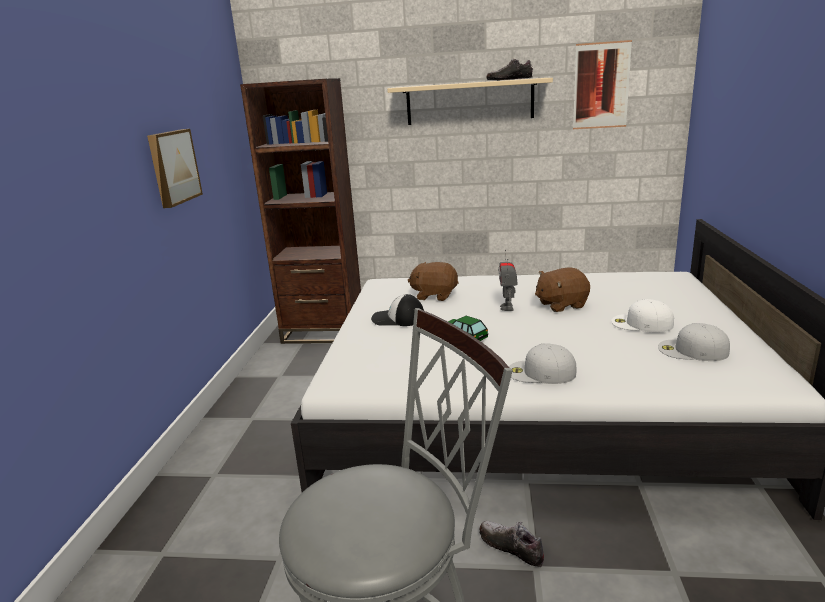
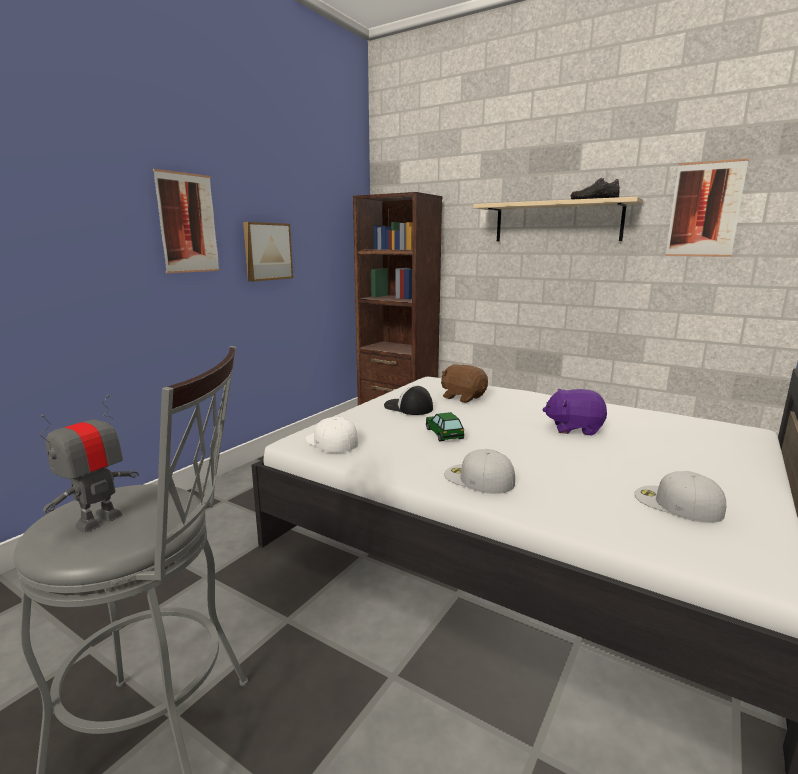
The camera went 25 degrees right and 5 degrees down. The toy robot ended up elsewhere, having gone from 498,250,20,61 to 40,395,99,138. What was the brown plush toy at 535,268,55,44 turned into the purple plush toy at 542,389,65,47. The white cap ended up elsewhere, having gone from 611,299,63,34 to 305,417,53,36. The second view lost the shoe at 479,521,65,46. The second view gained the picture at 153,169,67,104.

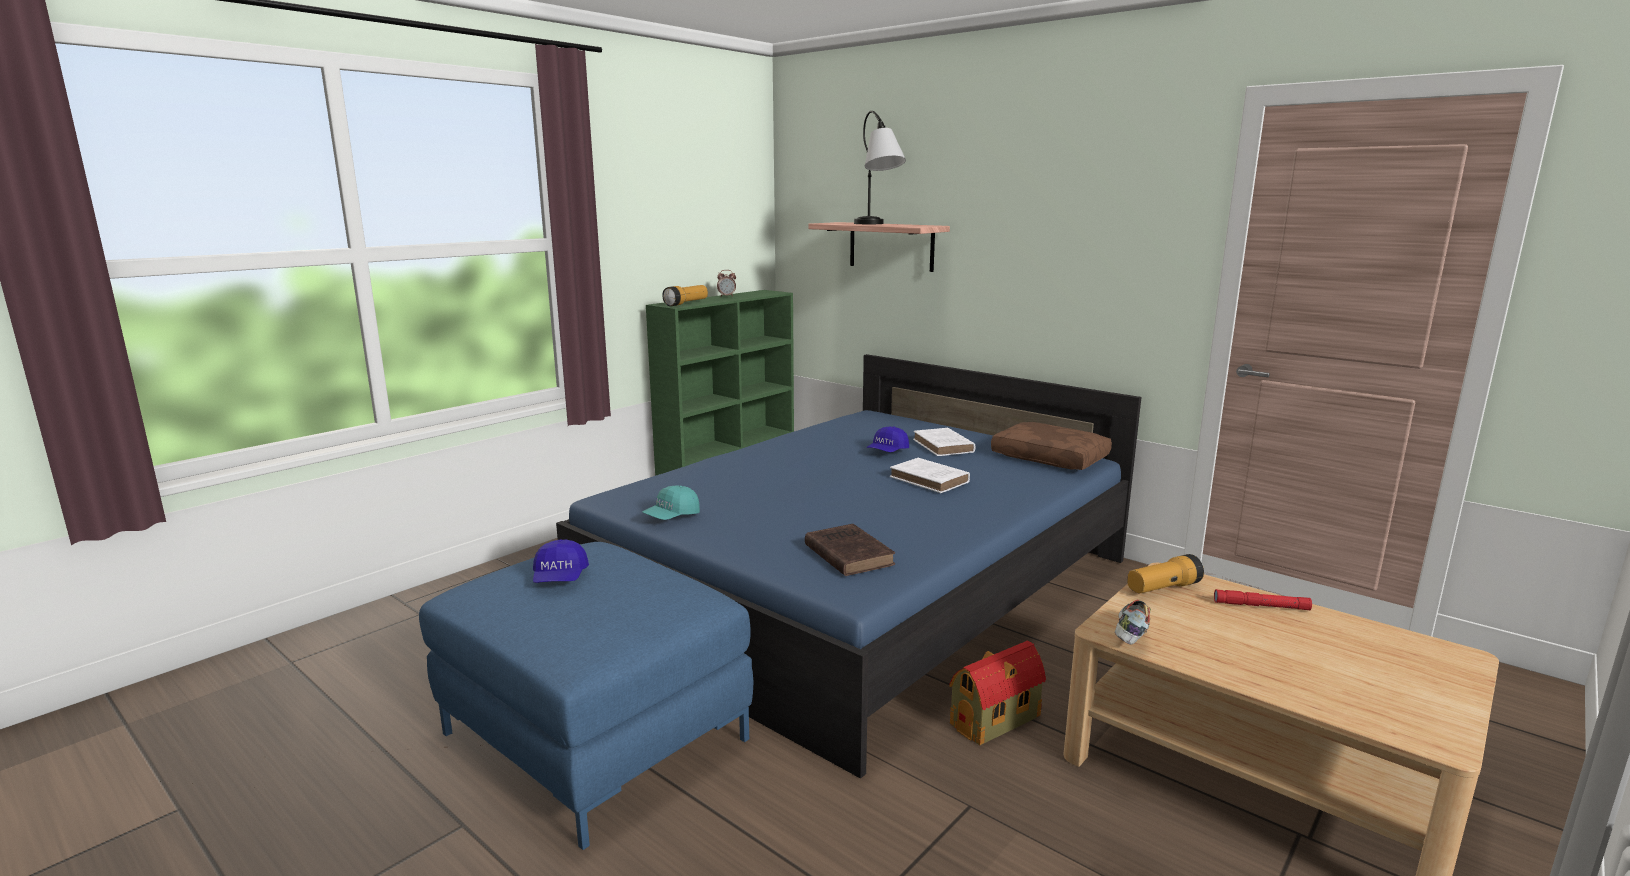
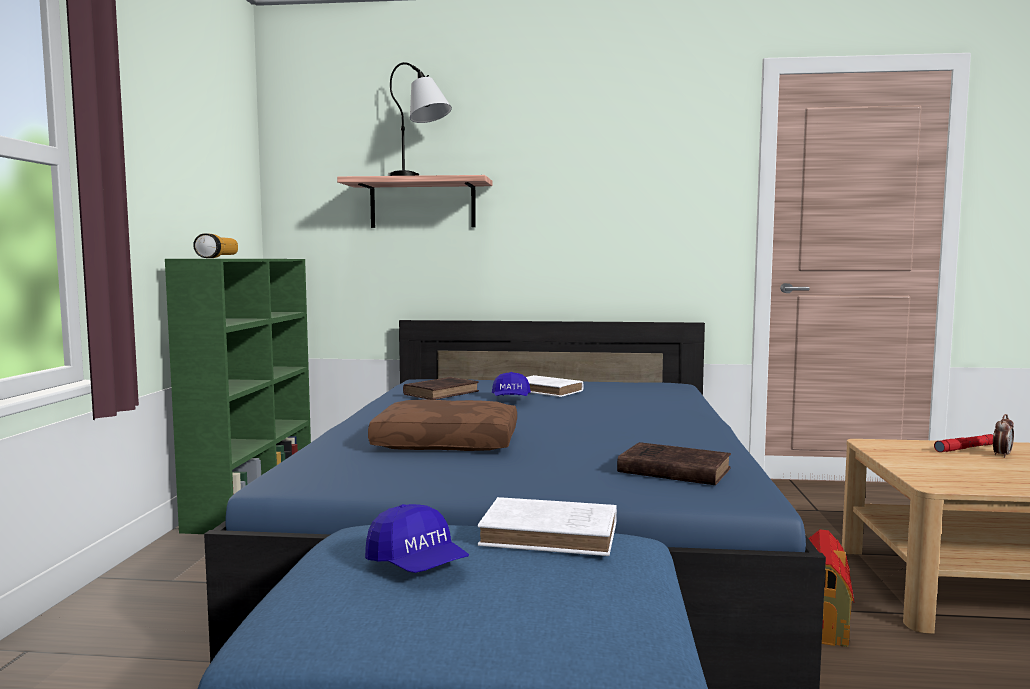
The camera went 35 degrees left and 10 degrees down. The alarm clock ended up elsewhere, having gone from 717,270,19,27 to 993,414,21,44. The brown pillow ended up elsewhere, having gone from 991,422,121,48 to 368,399,149,52. The white book ended up elsewhere, having gone from 890,458,80,35 to 478,497,139,59. The second view lost the turquoise cap at 642,486,58,34. The second view lost the flashlight at 1127,554,77,39. The second view lost the shoe at 1115,599,36,46. The second view gained the brown book at 403,377,76,23.

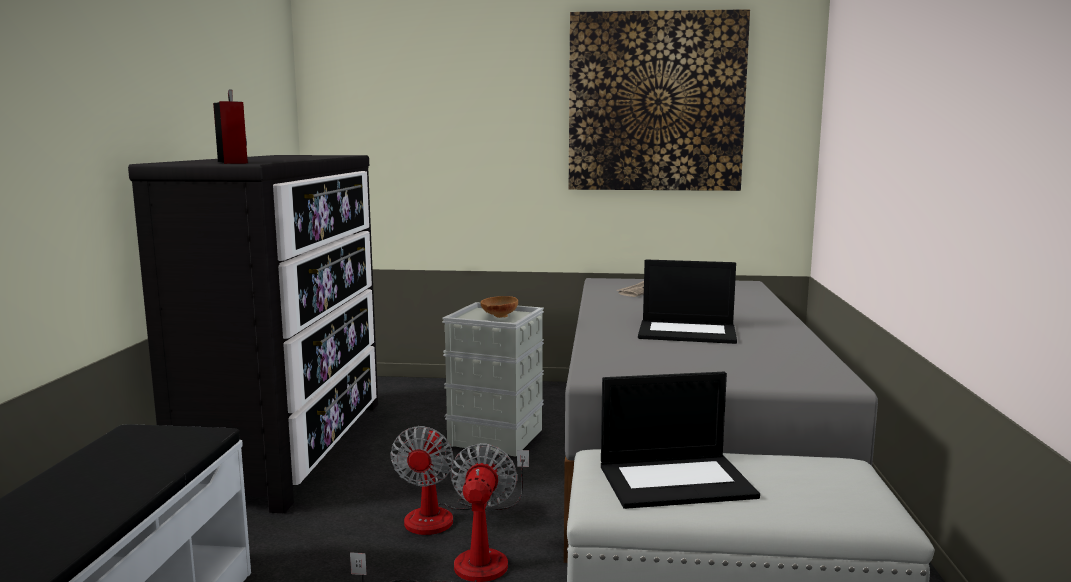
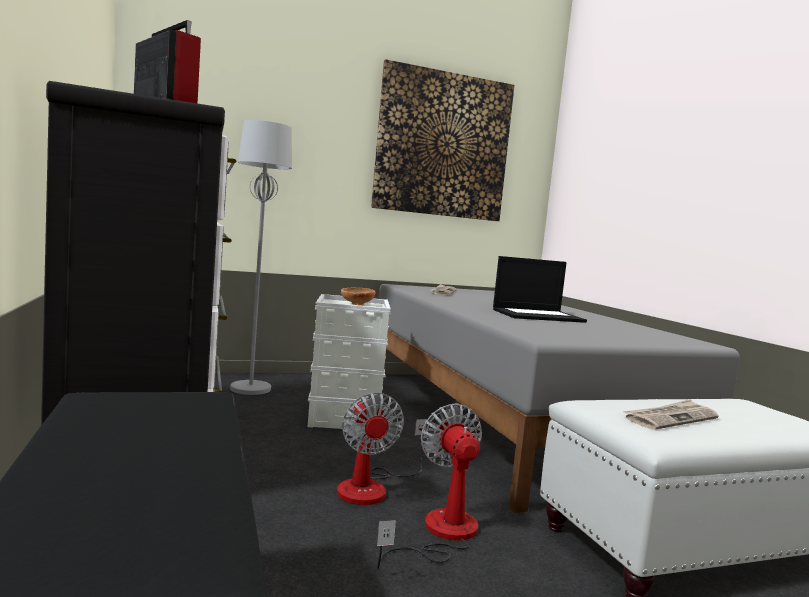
The camera went 25 degrees left and 5 degrees down. Where the laptop stood at 601,372,159,137, the newspaper came to stand at 624,399,94,31. The second view gained the grey floor lamp at 230,120,62,275.

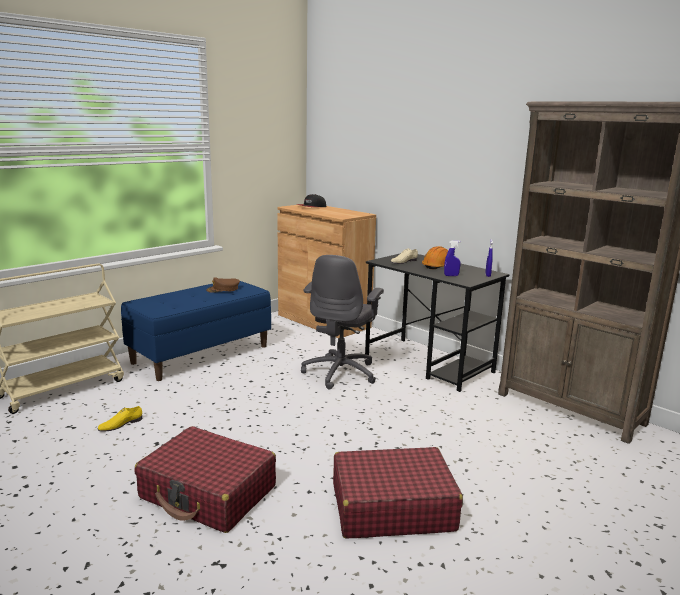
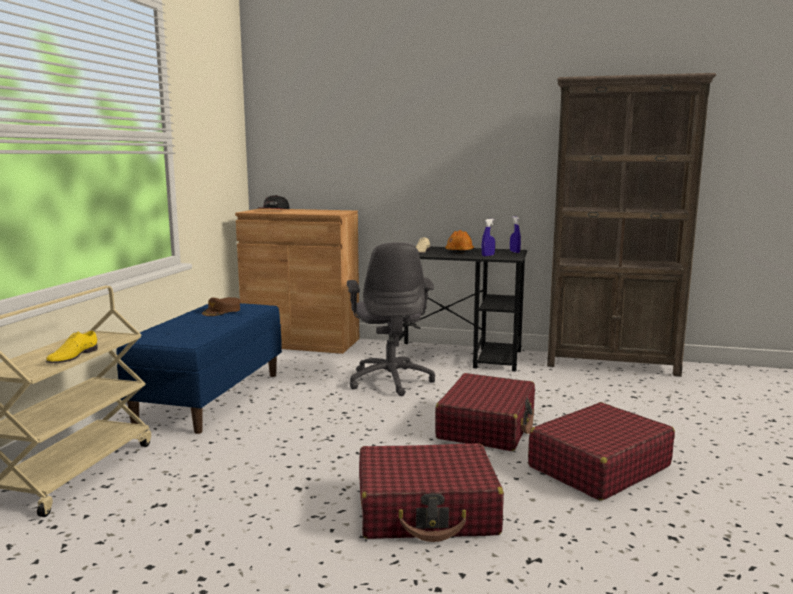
The camera went 30 degrees left and 5 degrees down. The yellow shoe ended up elsewhere, having gone from 98,406,44,26 to 46,331,52,32. The second view gained the red suitcase at 435,373,100,78.

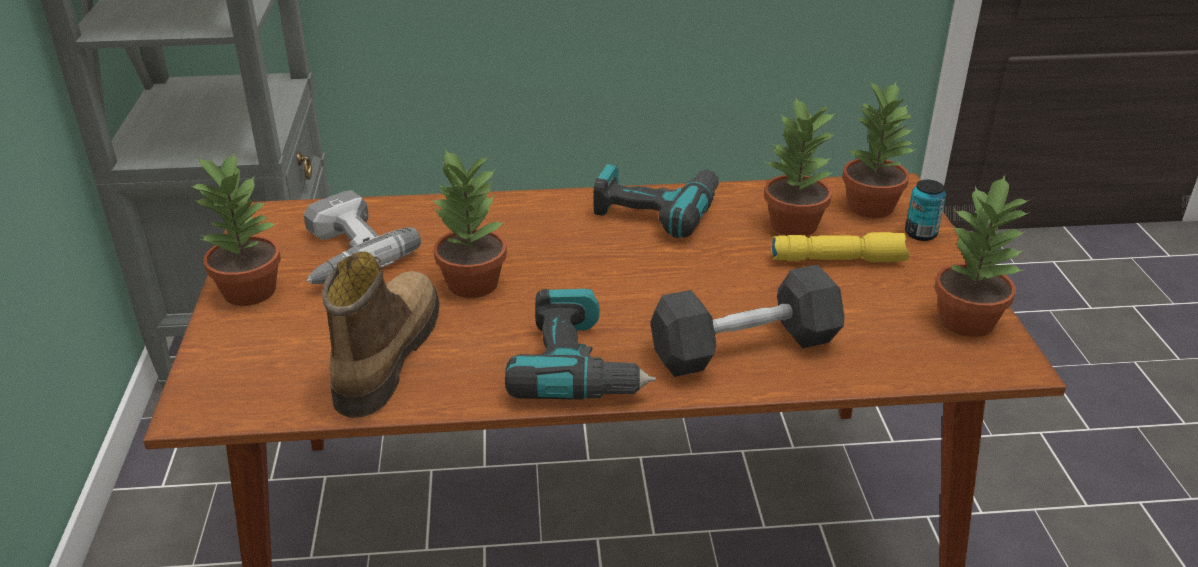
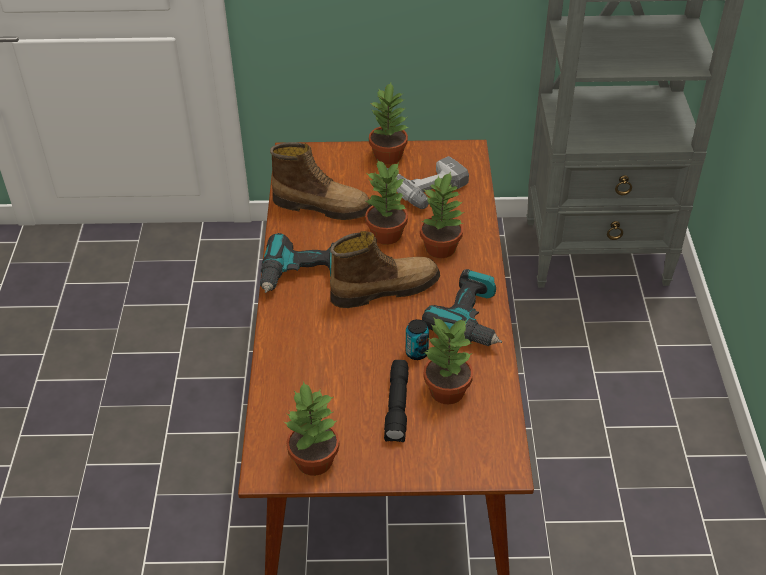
The camera went 95 degrees right and 10 degrees up. The potted plant ended up elsewhere, having gone from 842,81,75,137 to 420,171,44,87. The can ended up elsewhere, having gone from 905,180,41,61 to 406,319,23,41. What was the yellow flashlight at 771,232,139,30 turned into the black flashlight at 384,360,25,82. The second view lost the grey dumbbell at 650,264,194,113. The second view gained the boot at 330,231,110,77.

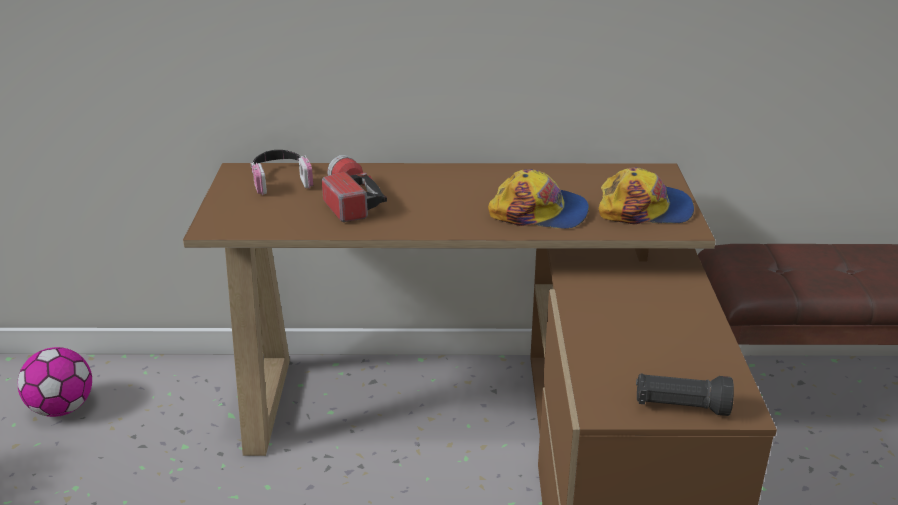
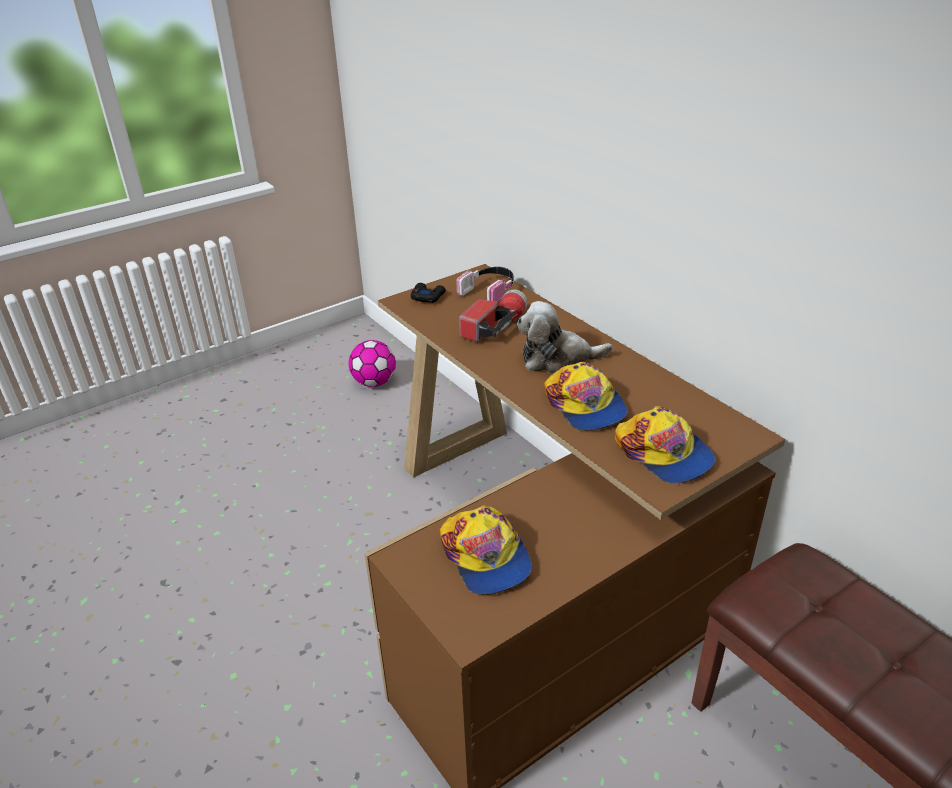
The camera went 55 degrees right and 5 degrees up. The second view lost the black flashlight at 636,373,98,43. The second view gained the black game controller at 411,283,35,20. The second view gained the plush toy at 517,301,96,72. The second view gained the cap at 440,505,92,90.

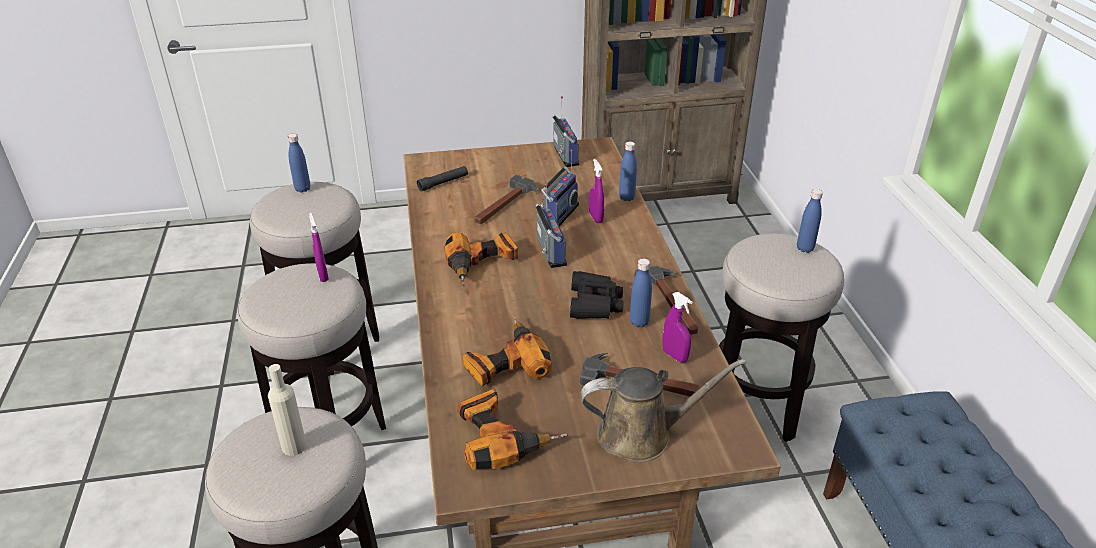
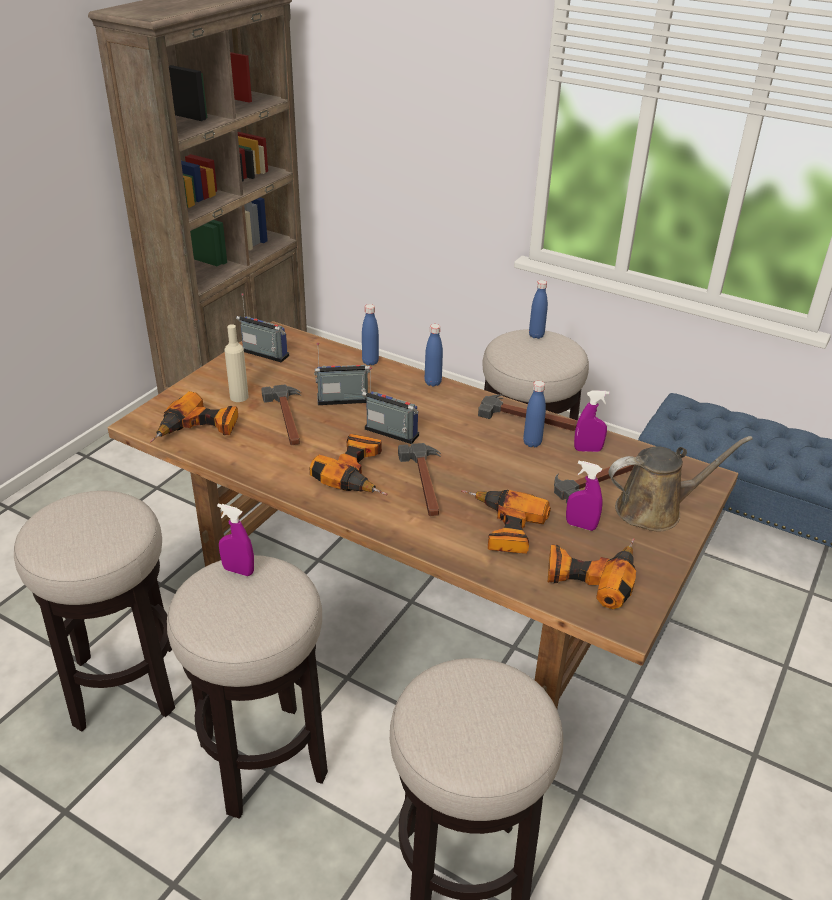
The camera went 50 degrees left and 0 degrees up. The blue bottle ended up elsewhere, having gone from 288,133,22,59 to 425,324,18,63. The radio at 540,149,39,77 ended up facing another way, 75 degrees counterclockwise from before. The purple spray bottle ended up elsewhere, having gone from 589,159,15,64 to 566,461,37,70. Where the black flashlight stood at 417,166,51,25, the power drill came to stand at 150,391,88,52. The second view lost the black binoculars at 570,271,53,48. The brown watering can at 581,359,165,104 ended up facing another way, 45 degrees clockwise from before. The beige bottle ended up elsewhere, having gone from 268,364,39,92 to 224,324,25,78. The second view gained the hammer at 398,443,43,73.

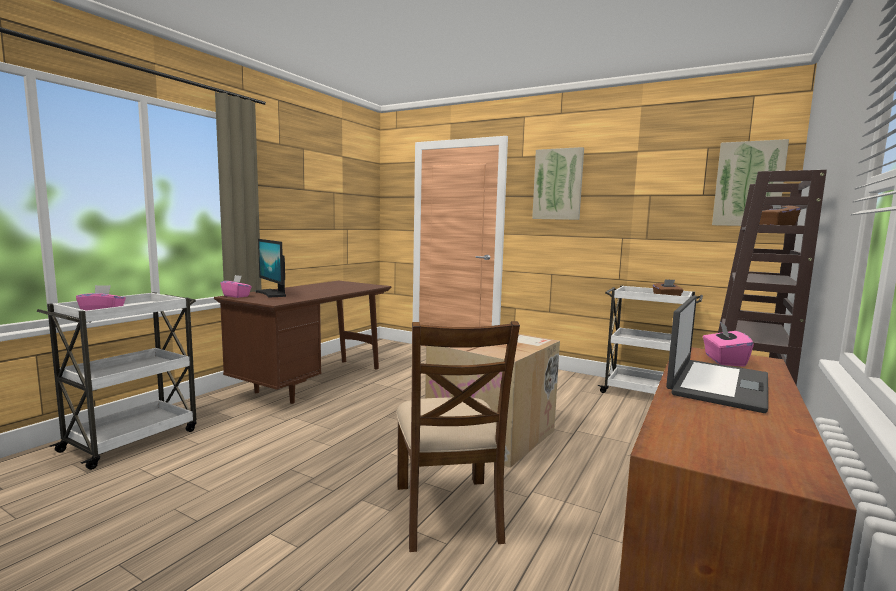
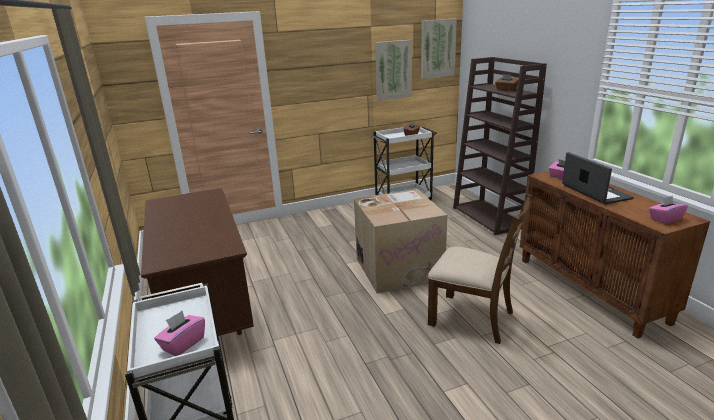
The camera went 50 degrees left and 15 degrees up. The picture ended up elsewhere, having gone from 532,147,52,73 to 375,40,37,61. The second view lost the monitor at 256,239,30,59. The pink tissue box ended up elsewhere, having gone from 220,275,32,23 to 649,196,39,28.

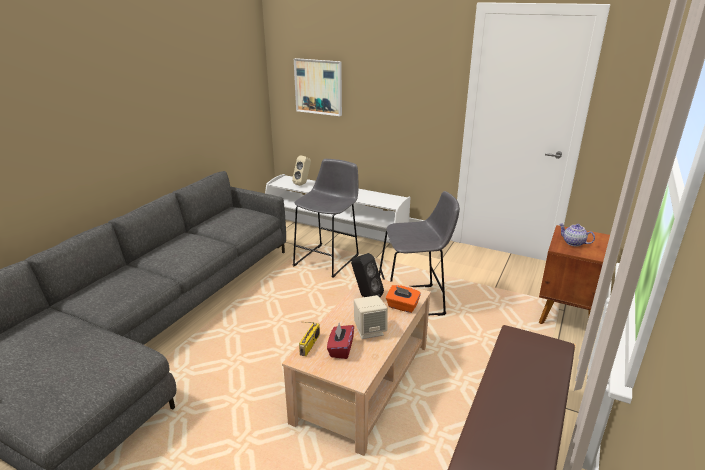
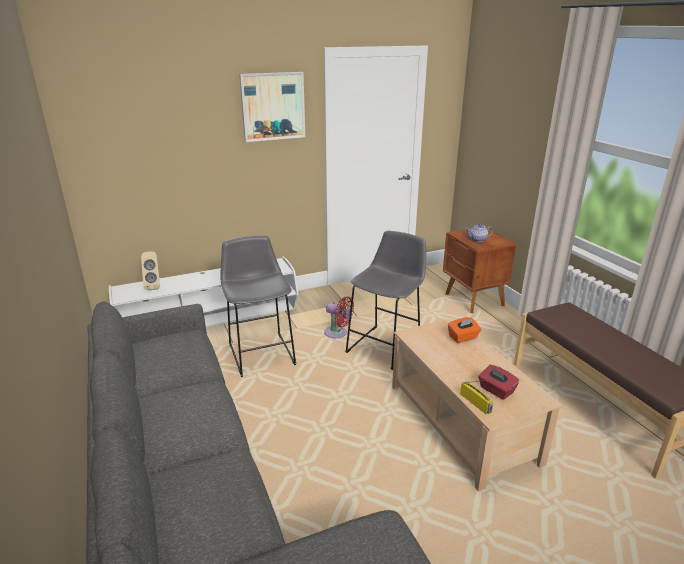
The camera went 50 degrees left and 0 degrees up. The picture ended up elsewhere, having gone from 294,58,48,58 to 239,72,66,70. The second view lost the black speaker at 351,253,33,44. The second view lost the beige speaker at 354,295,34,44. The second view gained the red fan at 324,297,30,41.

